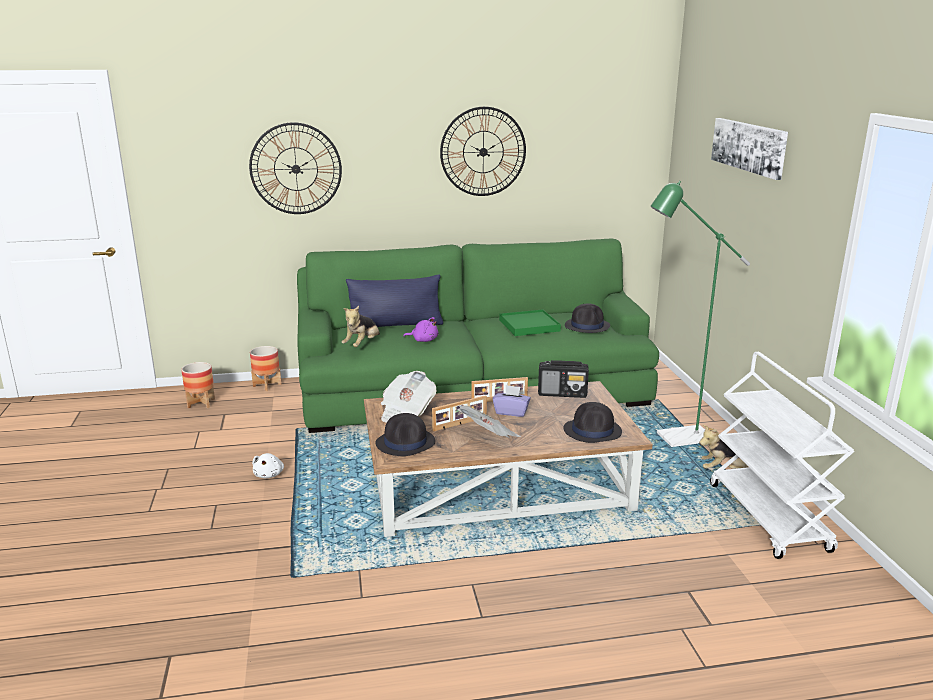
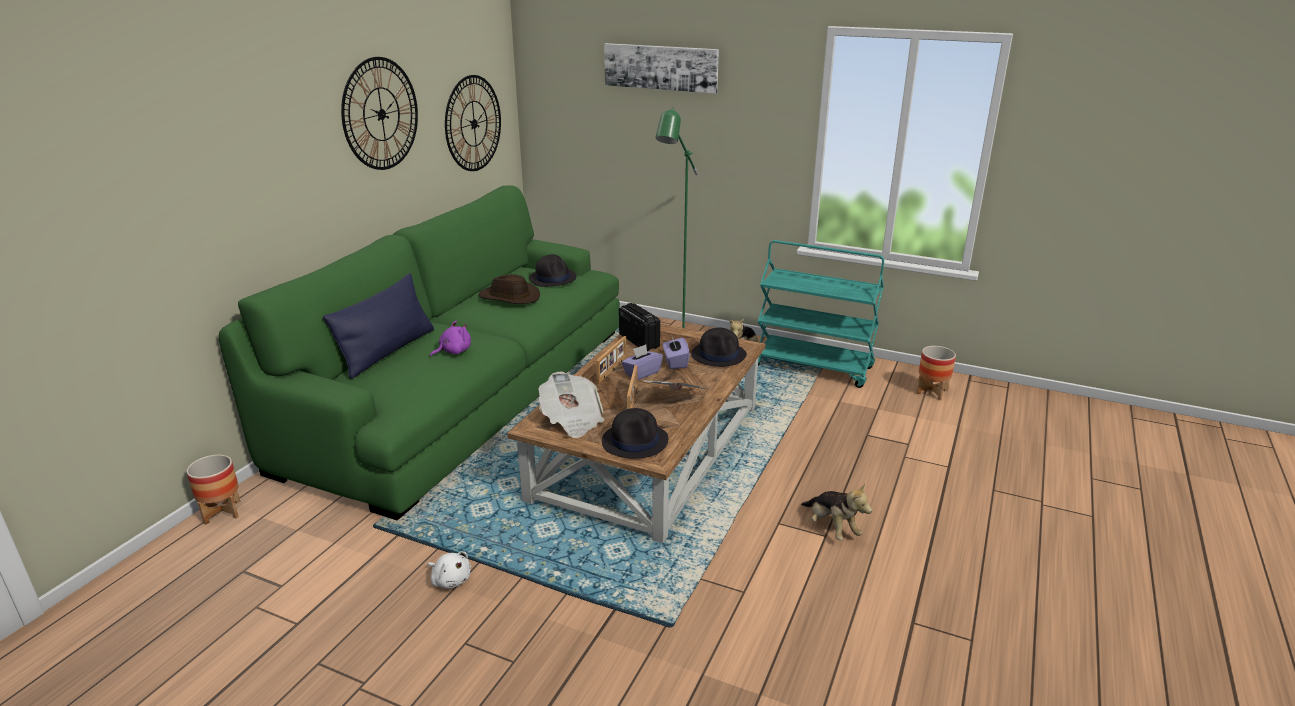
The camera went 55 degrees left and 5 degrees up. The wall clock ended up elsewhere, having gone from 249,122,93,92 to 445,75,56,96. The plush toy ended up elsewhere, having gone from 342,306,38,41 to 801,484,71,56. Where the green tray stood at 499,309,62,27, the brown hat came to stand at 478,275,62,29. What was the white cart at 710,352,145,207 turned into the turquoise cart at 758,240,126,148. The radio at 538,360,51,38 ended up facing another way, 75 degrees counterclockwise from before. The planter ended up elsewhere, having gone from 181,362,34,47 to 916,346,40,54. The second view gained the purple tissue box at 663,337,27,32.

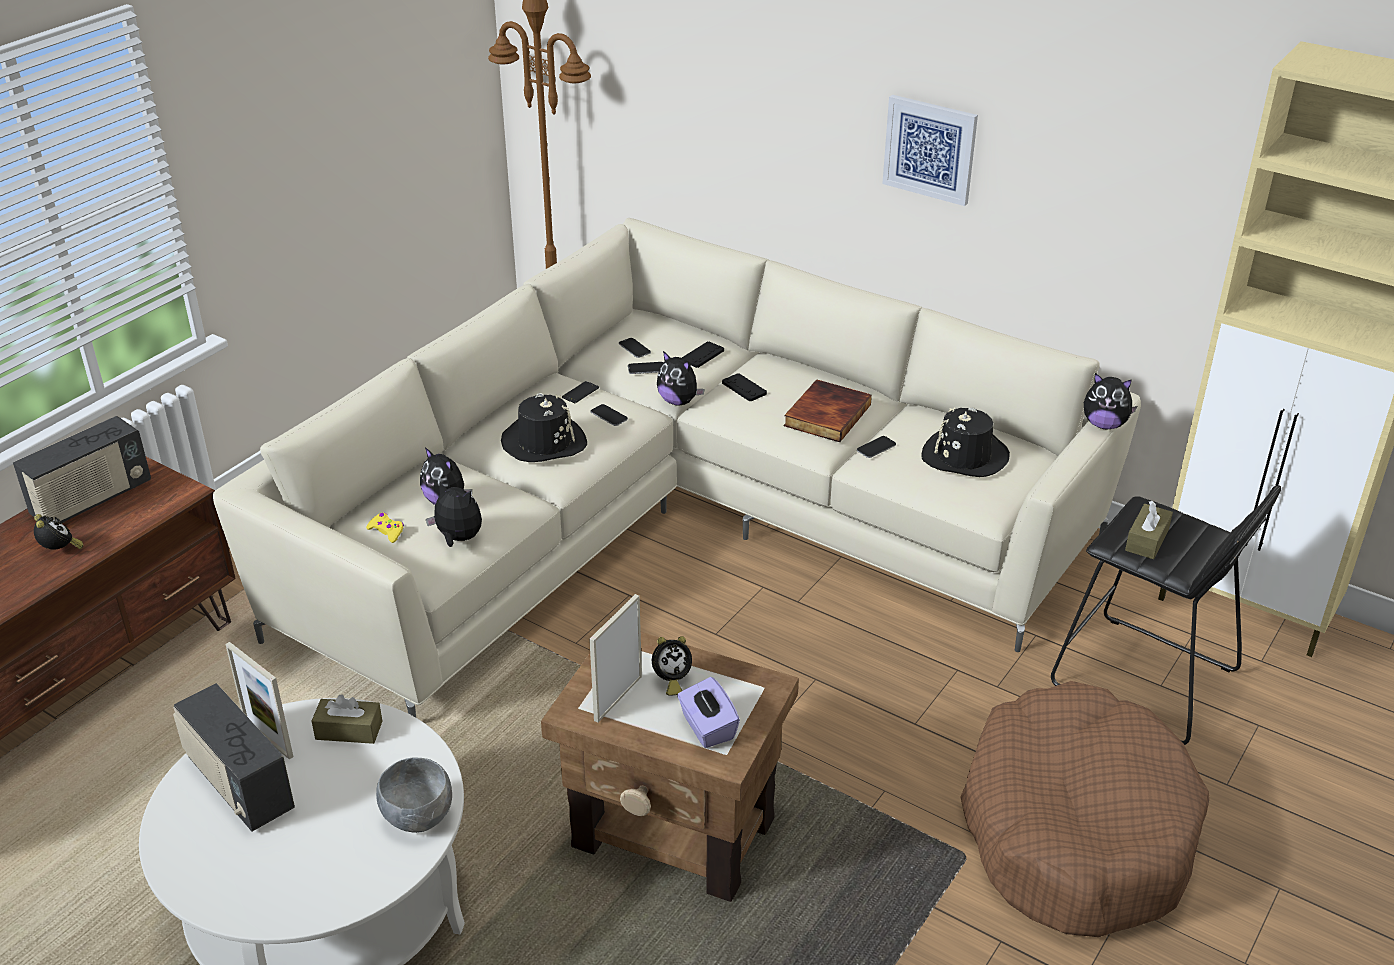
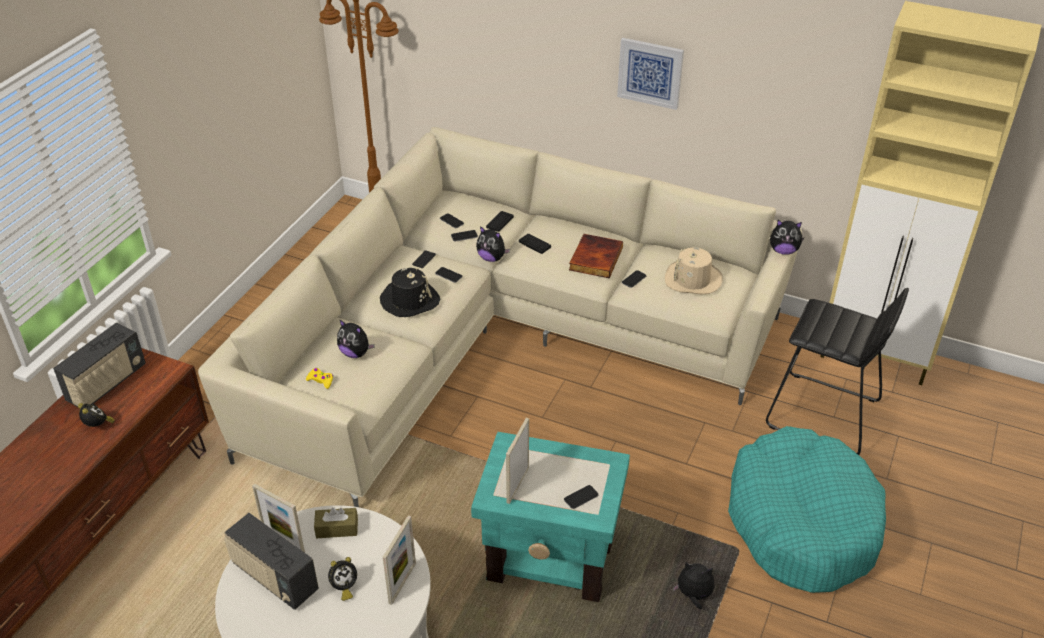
The camera went 10 degrees left and 5 degrees up. What was the black hat at 921,407,89,70 turned into the beige hat at 665,247,58,47. The plush toy ended up elsewhere, having gone from 426,482,56,65 to 673,562,42,48. The second view lost the brown tissue box at 1125,501,48,58. What was the brown side table at 541,632,258,270 turned into the turquoise side table at 471,432,159,170. The alarm clock ended up elsewhere, having gone from 652,636,40,60 to 328,557,29,44. Where the purple tissue box stood at 677,677,63,71, the phone came to stand at 564,485,35,24. What was the brown dog bed at 960,681,250,256 turned into the turquoise dog bed at 728,426,158,167. Where the grey bowl stood at 376,757,76,76, the picture frame came to stand at 383,515,33,90.

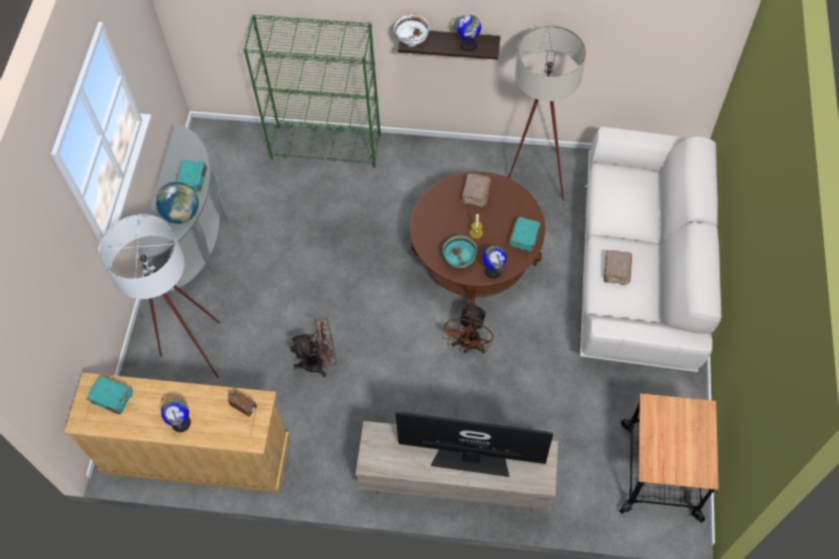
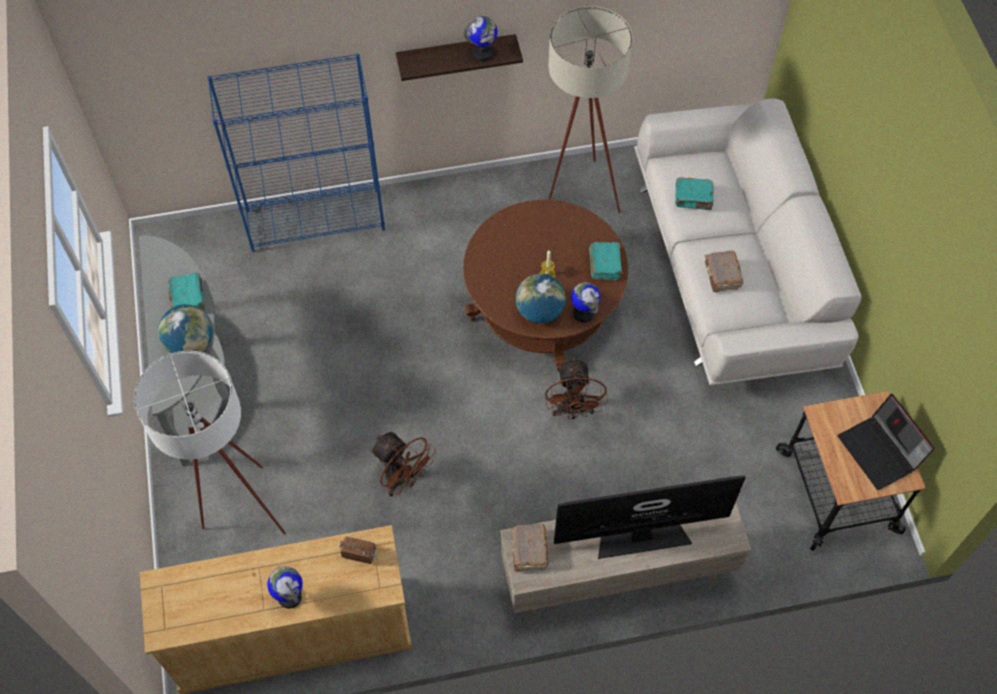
The camera went 20 degrees left and 0 degrees up. What was the green bookcase at 243,14,138,154 turned into the blue bookcase at 207,53,178,199. The second view lost the white bowl at 394,15,36,32. The brown book ended up elsewhere, having gone from 461,173,30,34 to 510,524,39,48. Where the turquoise bowl stood at 443,236,34,32, the globe came to stand at 515,274,51,50. The brown fan at 290,317,47,60 ended up facing another way, 75 degrees clockwise from before. The turquoise book ended up elsewhere, having gone from 87,375,46,40 to 675,178,39,32. The second view gained the laptop at 838,394,97,96.

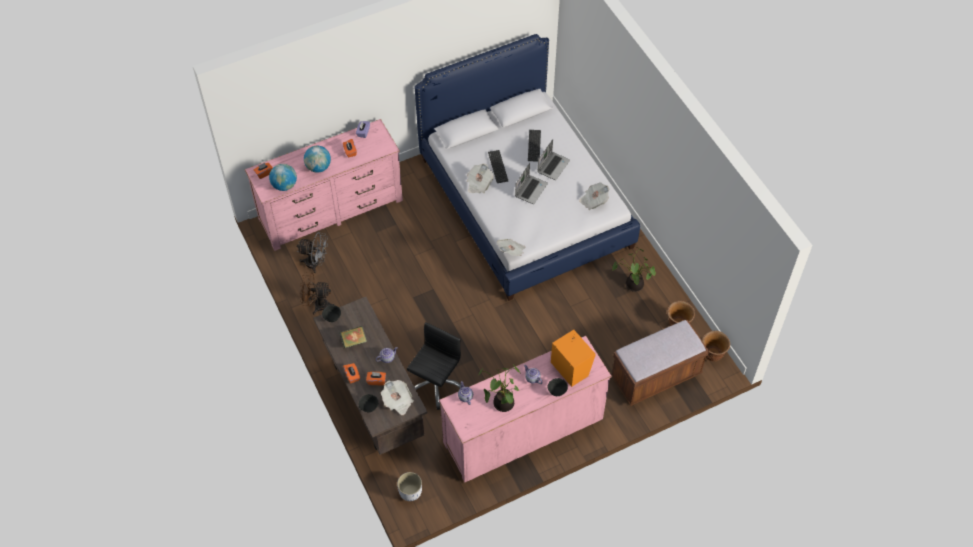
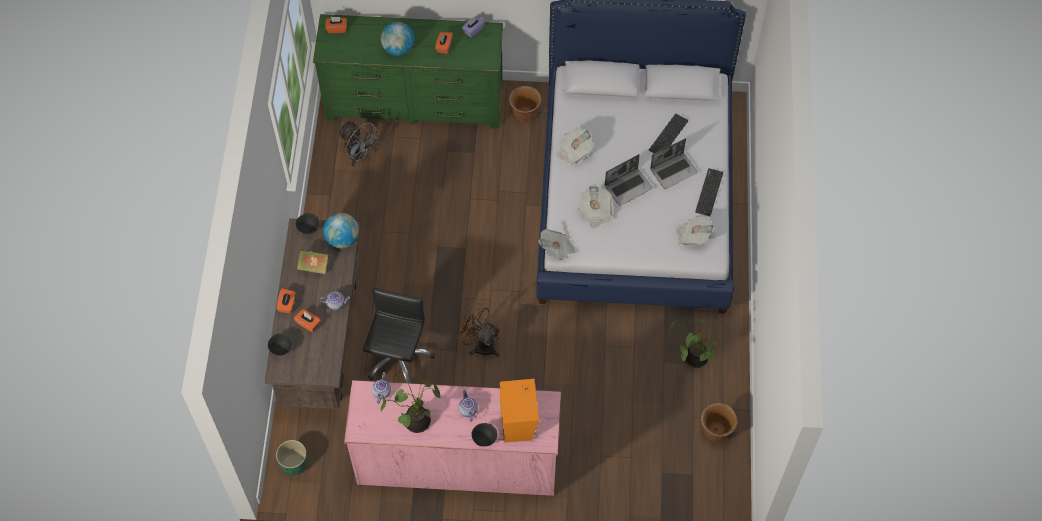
The camera went 30 degrees right and 5 degrees up. What was the pink dresser at 245,119,158,132 turned into the green dresser at 313,14,190,115. The keyboard ended up elsewhere, having gone from 488,150,20,33 to 695,168,28,48. The globe ended up elsewhere, having gone from 269,164,28,27 to 323,213,36,35. The brown fan ended up elsewhere, having gone from 300,272,34,43 to 456,303,45,54. The second view lost the brown bench at 610,320,99,86. The black office chair at 407,322,54,88 ended up facing another way, 45 degrees counterclockwise from before. The brown planter ended up elsewhere, having gone from 702,331,28,30 to 509,86,32,36. The newspaper ended up elsewhere, having gone from 381,380,33,35 to 578,185,35,43. What was the white planter at 397,472,25,29 turned into the green planter at 276,440,32,35.

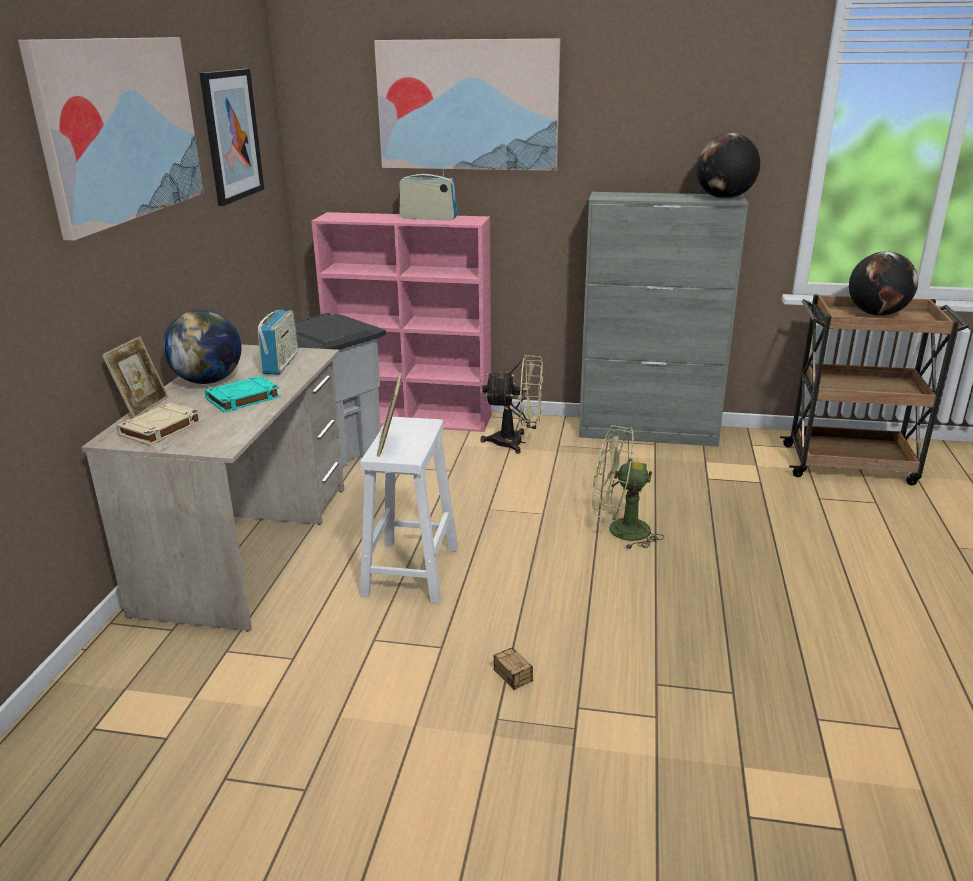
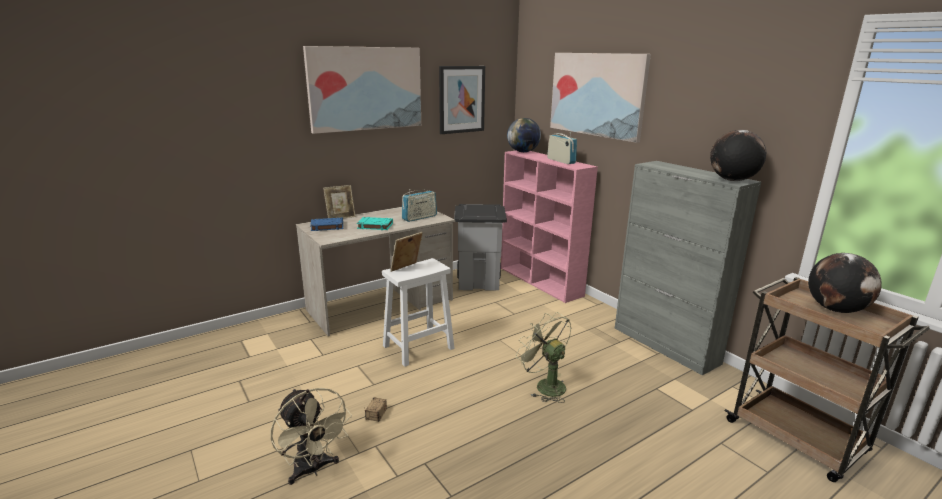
The camera went 45 degrees right and 5 degrees down. The globe ended up elsewhere, having gone from 163,309,78,75 to 507,118,34,34. The beige fan ended up elsewhere, having gone from 481,355,62,99 to 270,388,82,97. What was the beige book at 117,403,85,43 turned into the blue book at 310,217,33,14.

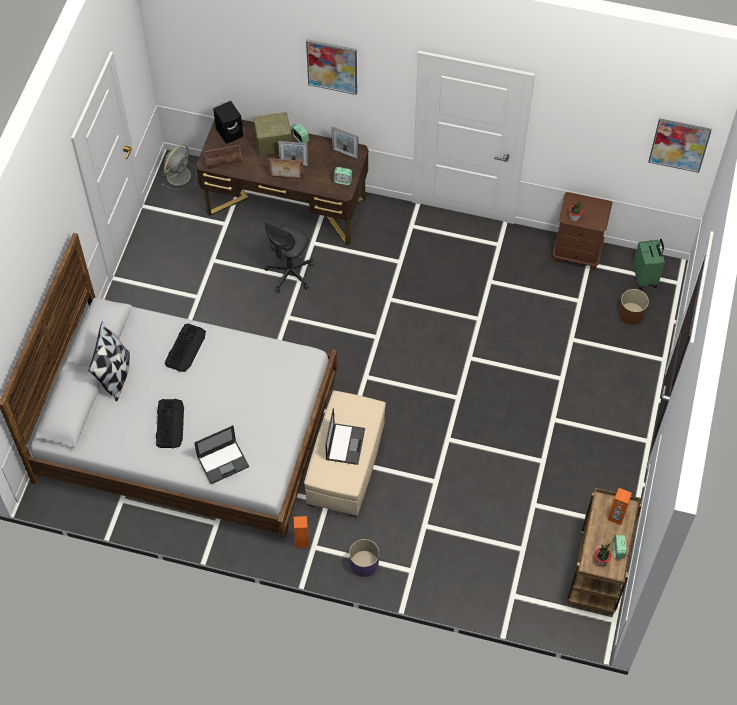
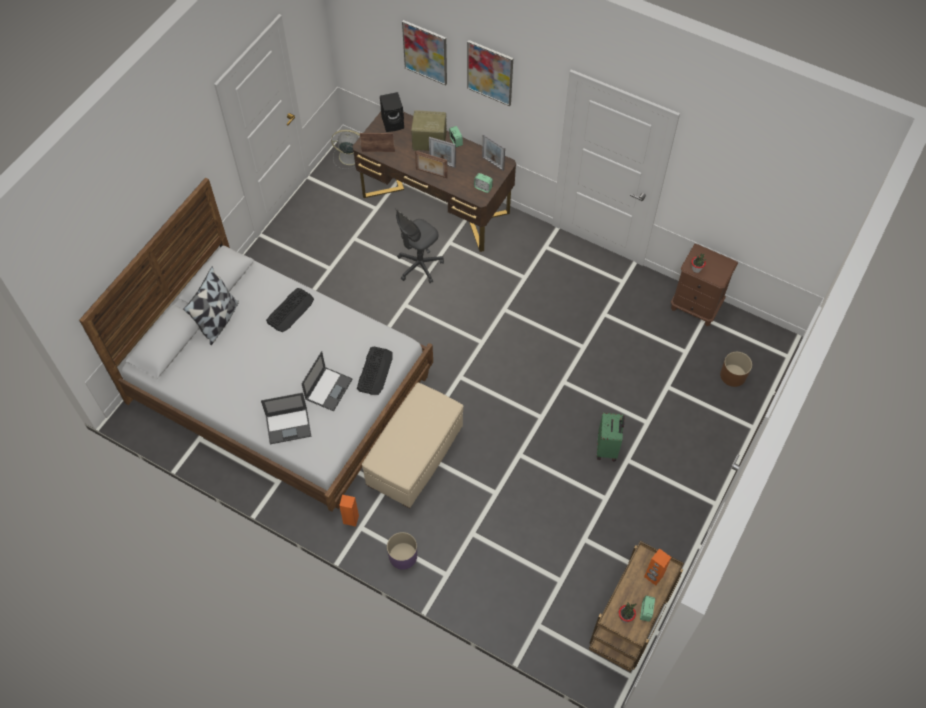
The camera went 15 degrees right and 0 degrees up. The picture ended up elsewhere, having gone from 648,118,64,55 to 402,20,45,66. The grey fan at 162,144,35,46 ended up facing another way, 135 degrees counterclockwise from before. The green suitcase ended up elsewhere, having gone from 633,239,32,51 to 597,413,28,49. The keyboard ended up elsewhere, having gone from 156,399,28,50 to 357,346,35,49. The laptop ended up elsewhere, having gone from 325,408,40,57 to 302,351,51,60.

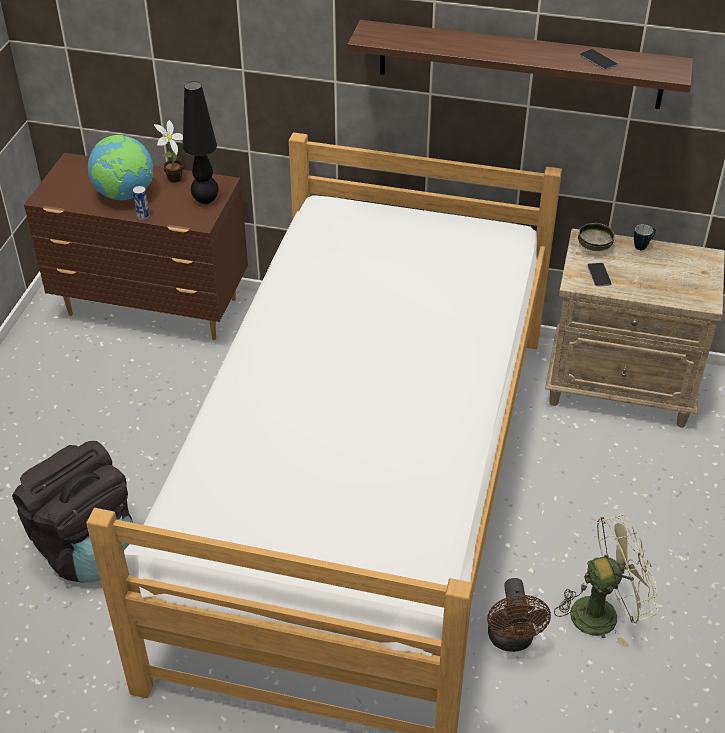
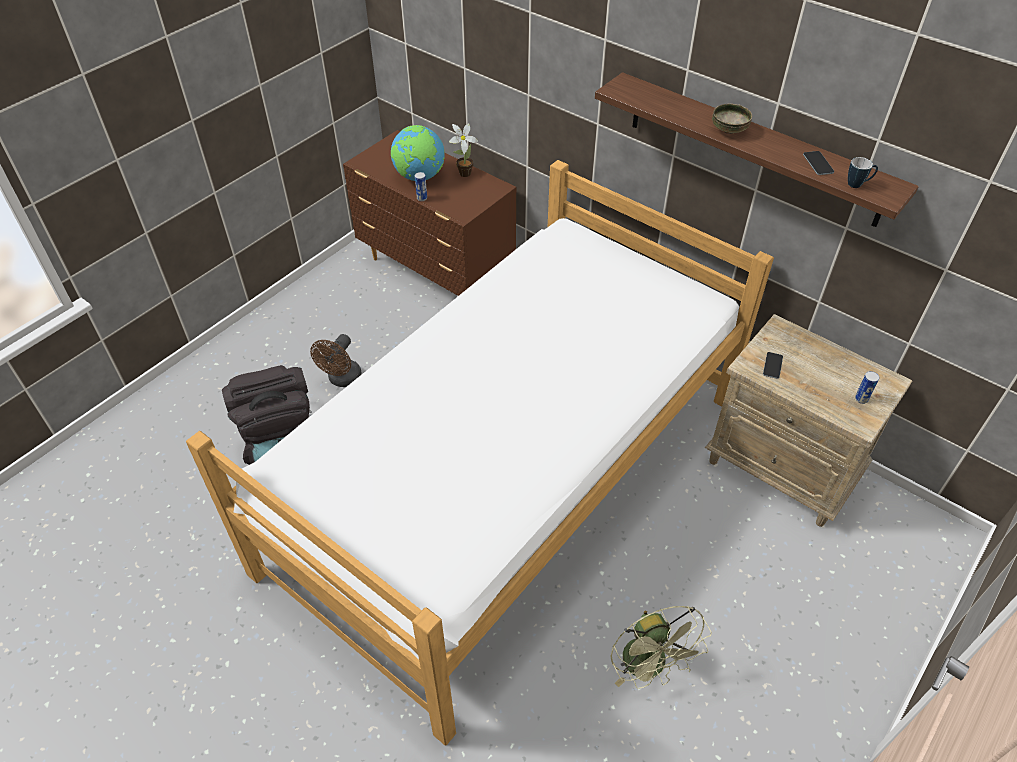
The camera went 25 degrees right and 5 degrees up. The second view lost the black table lamp at 183,81,35,123. The bowl ended up elsewhere, having gone from 578,223,37,28 to 712,104,40,30. The mug ended up elsewhere, having gone from 634,224,22,26 to 848,157,30,31. The green fan at 554,515,104,133 ended up facing another way, 60 degrees clockwise from before. The brown fan ended up elsewhere, having gone from 487,578,64,74 to 310,334,51,53. The second view gained the can at 855,371,24,33.

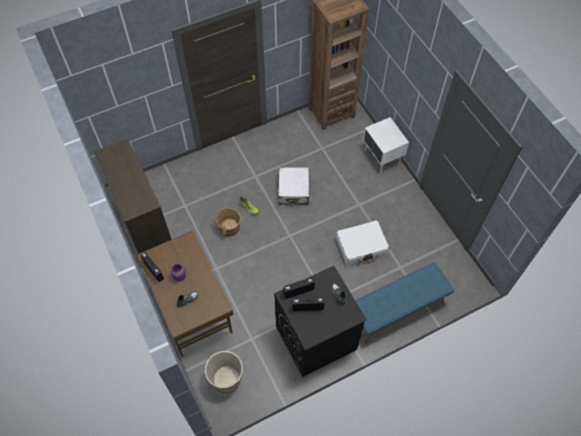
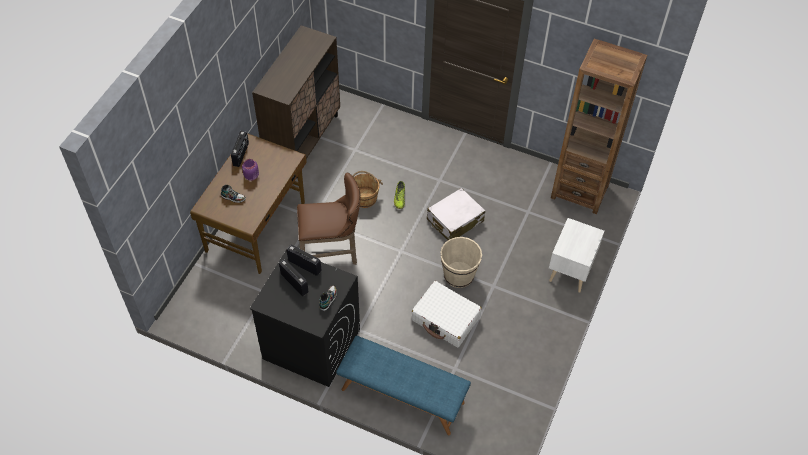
The camera went 50 degrees right and 5 degrees down. The beige bucket ended up elsewhere, having gone from 205,351,38,42 to 440,237,42,51. The second view gained the brown stool at 297,173,64,92.

